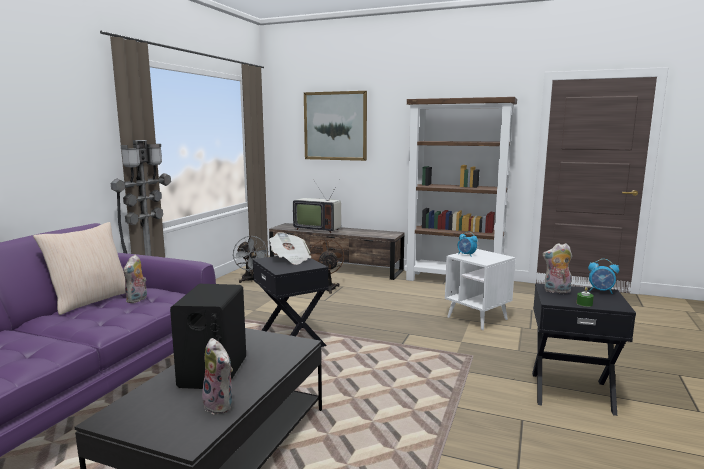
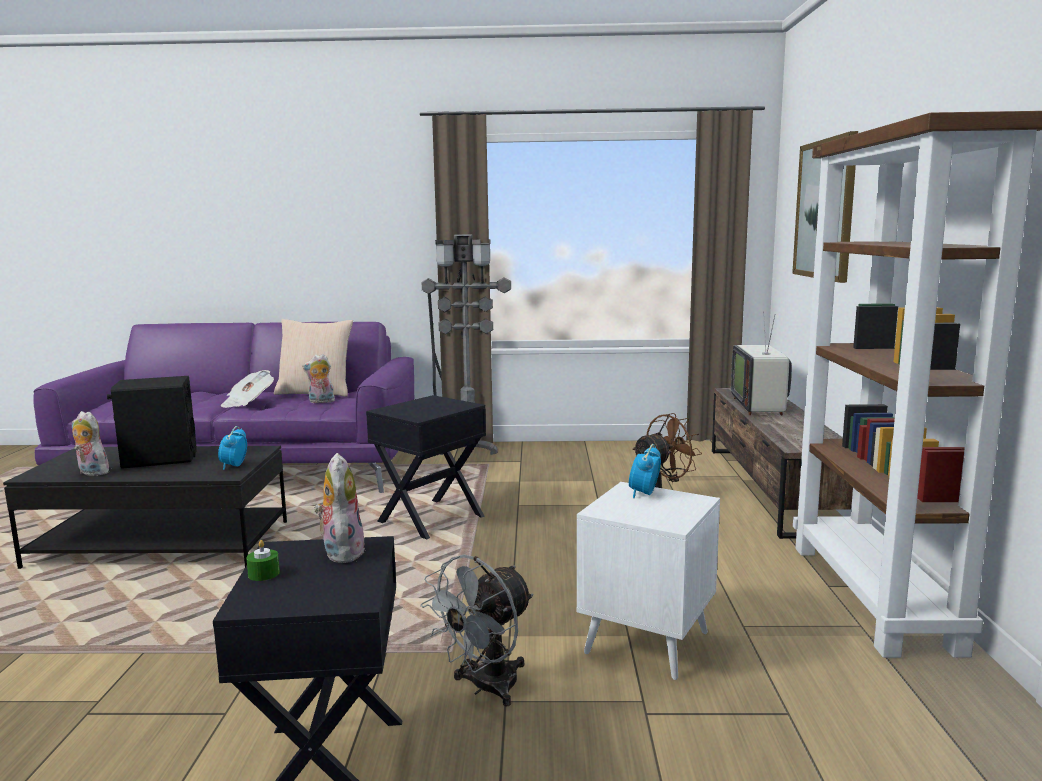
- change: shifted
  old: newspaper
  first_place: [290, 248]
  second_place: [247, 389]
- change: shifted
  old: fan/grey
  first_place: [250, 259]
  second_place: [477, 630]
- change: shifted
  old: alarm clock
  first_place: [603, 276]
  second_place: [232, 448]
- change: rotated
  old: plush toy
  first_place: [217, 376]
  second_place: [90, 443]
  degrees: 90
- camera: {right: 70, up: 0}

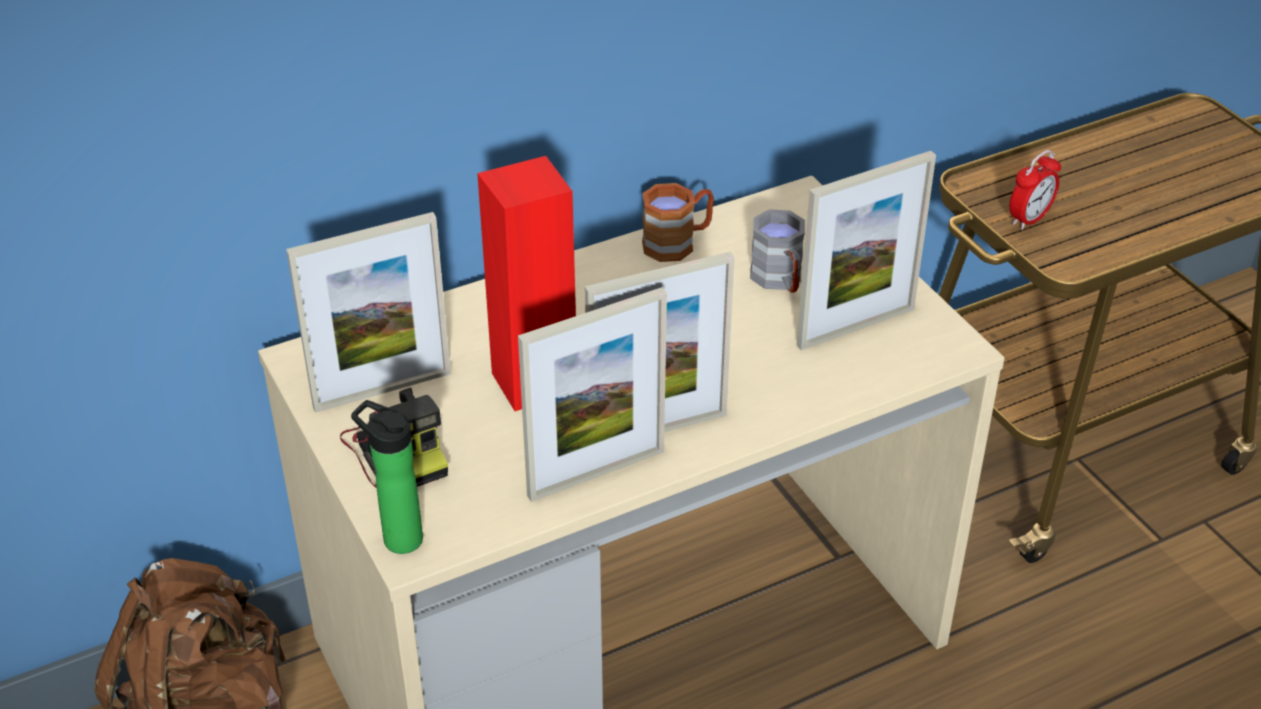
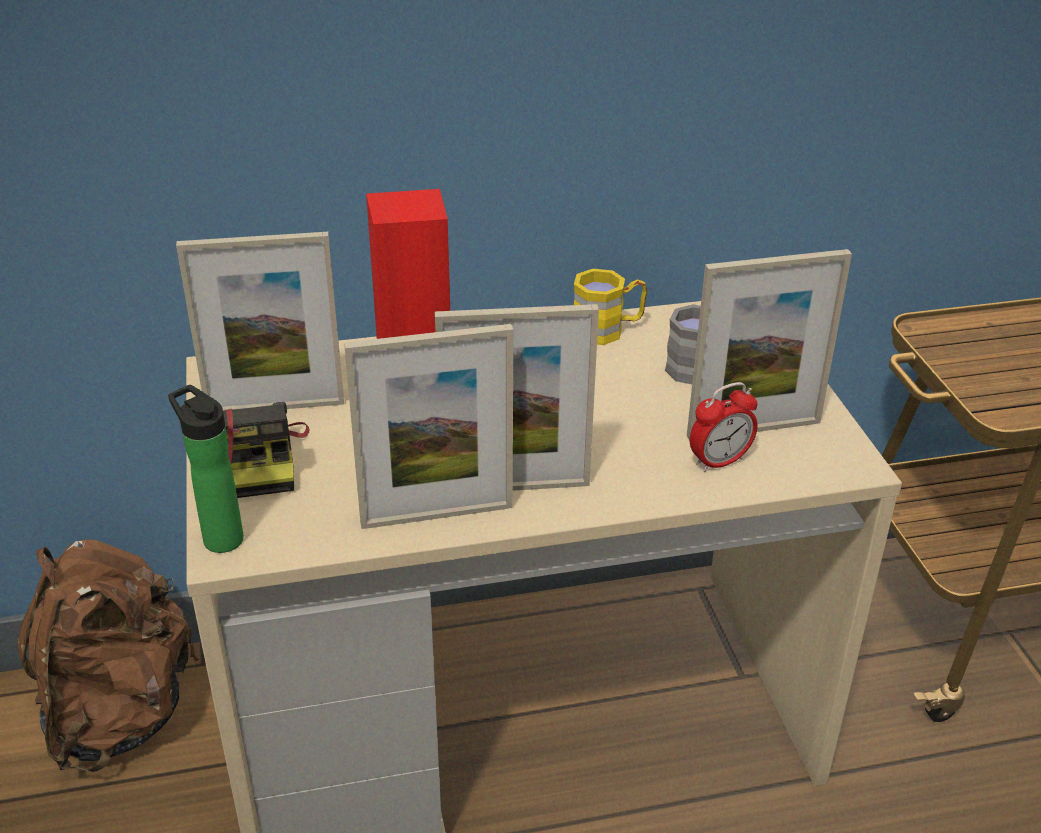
- change: shifted
  old: alarm clock
  first_place: [1035, 190]
  second_place: [724, 427]
- change: repainted
  old: mug/brown
  new: mug/yellow
  first_place: [678, 222]
  second_place: [610, 307]
- camera: {right: 15, up: -5}

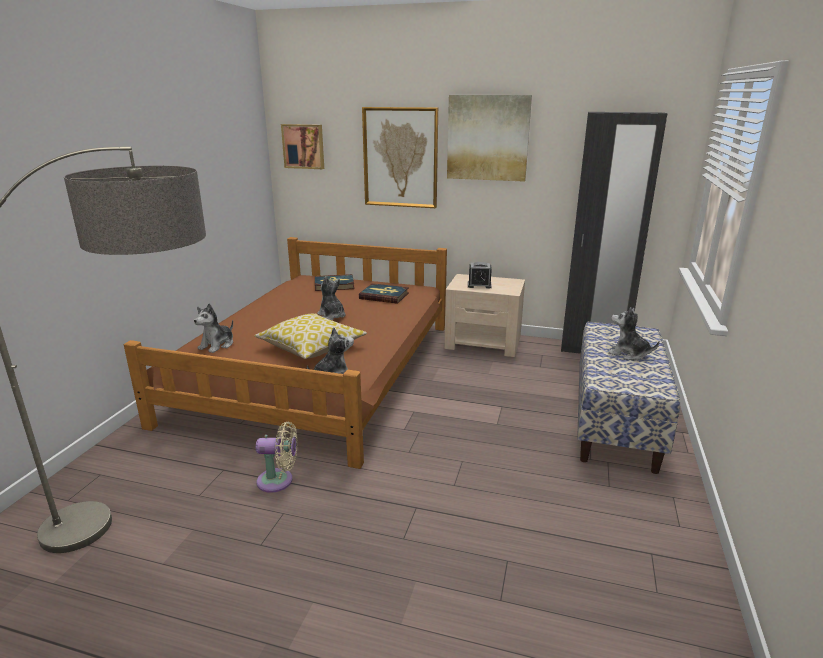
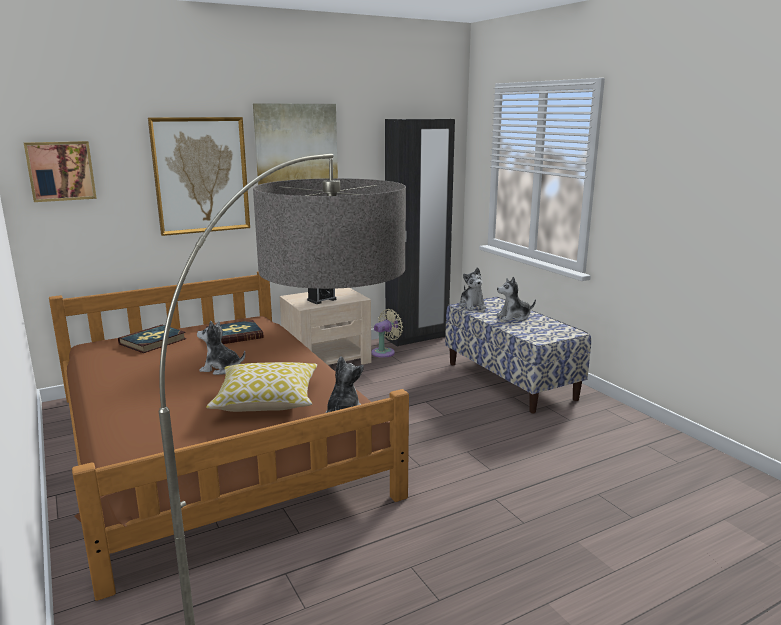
- change: shifted
  old: plush toy
  first_place: [213, 328]
  second_place: [472, 288]
- change: shifted
  old: fan/beige
  first_place: [276, 457]
  second_place: [387, 333]
- camera: {right: -45, up: -5}

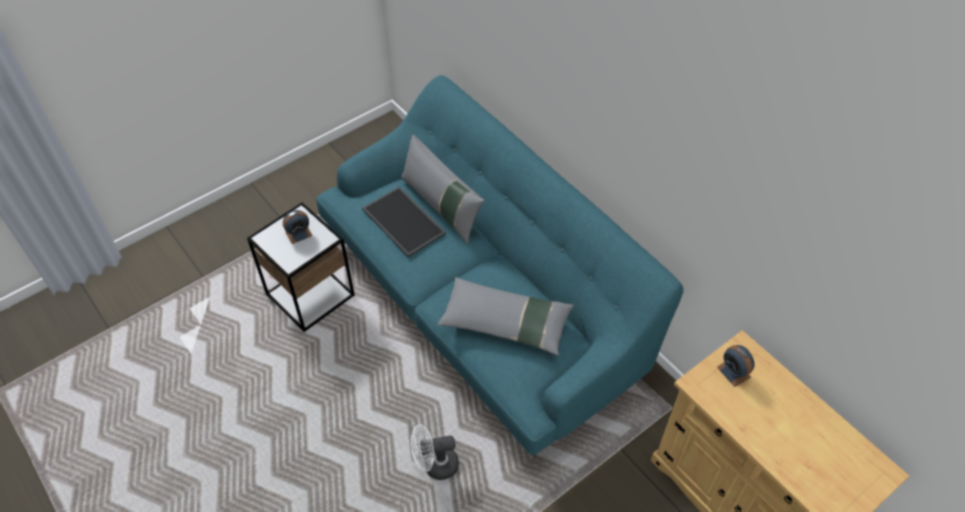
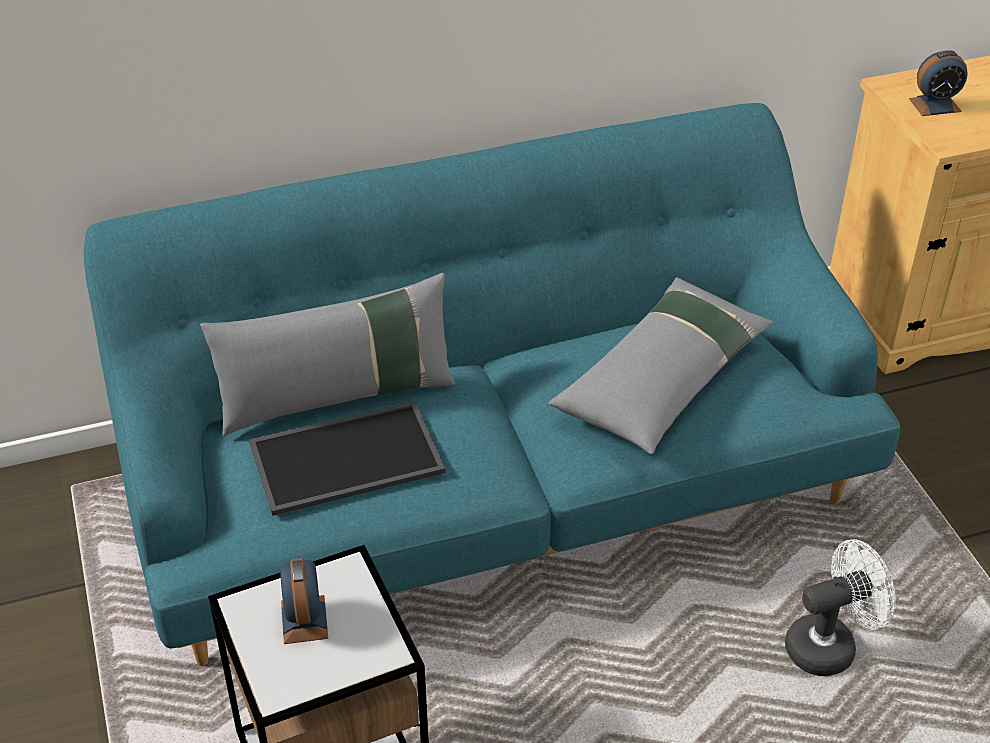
- change: rotated
  old: fan/white
  first_place: [435, 452]
  second_place: [840, 607]
  degrees: -120
- camera: {right: -70, up: -10}

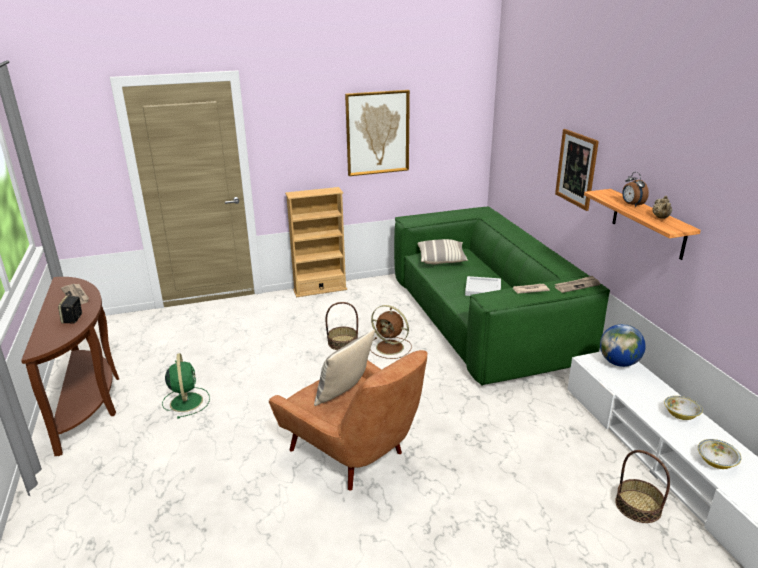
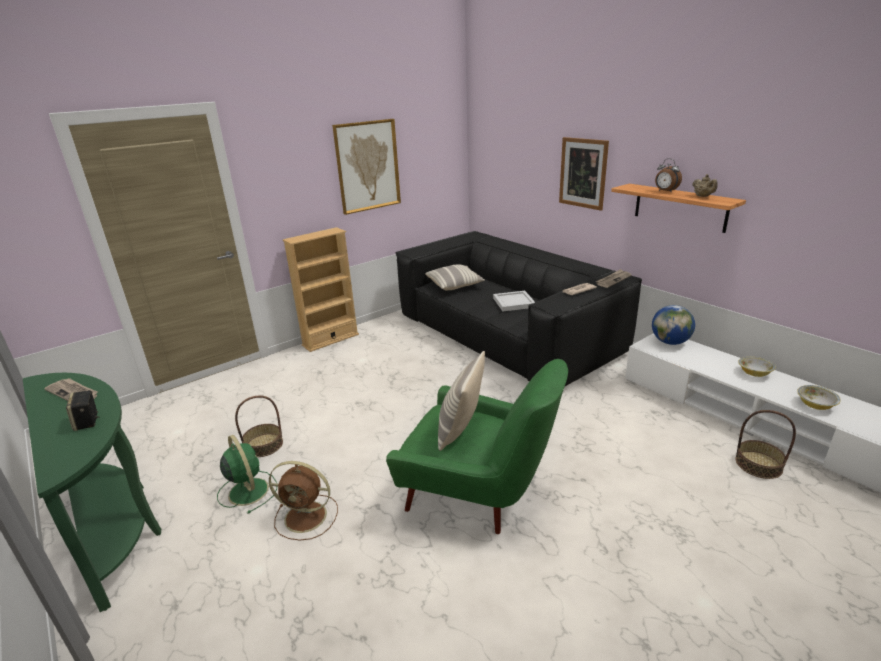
- change: repainted
  old: sofa/green
  new: sofa/black
  first_place: [502, 296]
  second_place: [519, 308]
- change: repainted
  old: console table/brown
  new: console table/green
  first_place: [70, 366]
  second_place: [92, 492]
- change: shifted
  old: basket
  first_place: [341, 326]
  second_place: [259, 426]
- change: shifted
  old: fan/brown
  first_place: [391, 332]
  second_place: [303, 501]
- change: repainted
  old: armchair/brown
  new: armchair/green
  first_place: [348, 420]
  second_place: [477, 446]
- camera: {right: -20, up: 0}

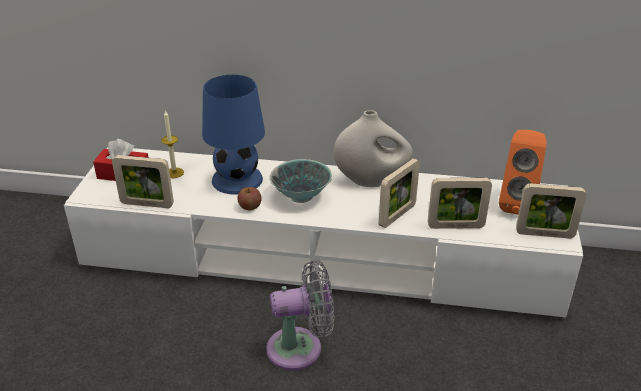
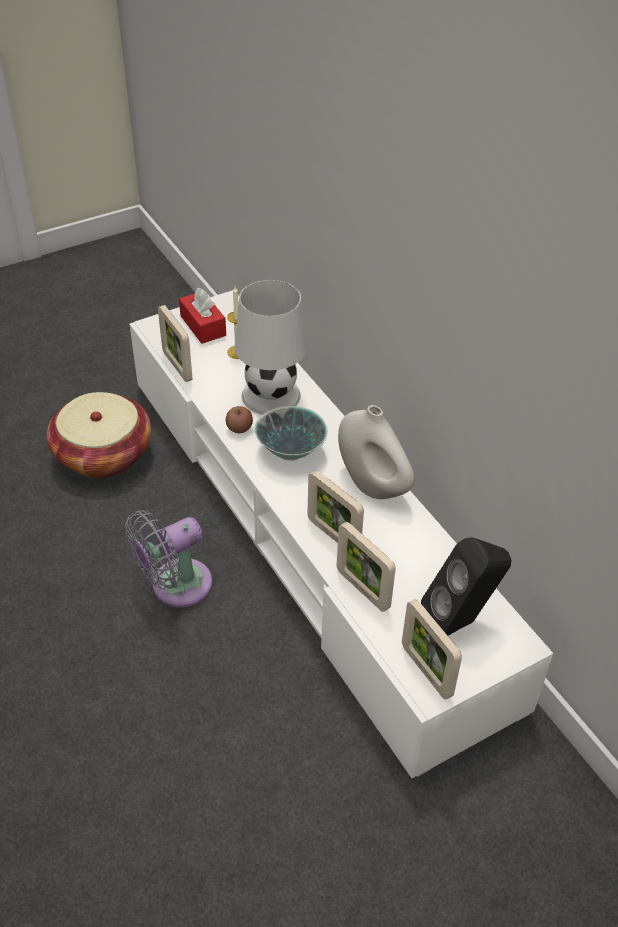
- change: repainted
  old: table lamp/blue
  new: table lamp/white
  first_place: [233, 135]
  second_place: [270, 347]
- change: repainted
  old: speaker/orange
  new: speaker/black
  first_place: [523, 172]
  second_place: [466, 586]
- change: rotated
  old: picture frame
  first_place: [399, 193]
  second_place: [335, 506]
  degrees: 45
- change: rotated
  old: fan/grey
  first_place: [300, 316]
  second_place: [168, 558]
  degrees: 105
- change: new
  new: basket
  second_place: [99, 435]
- camera: {right: 50, up: 10}

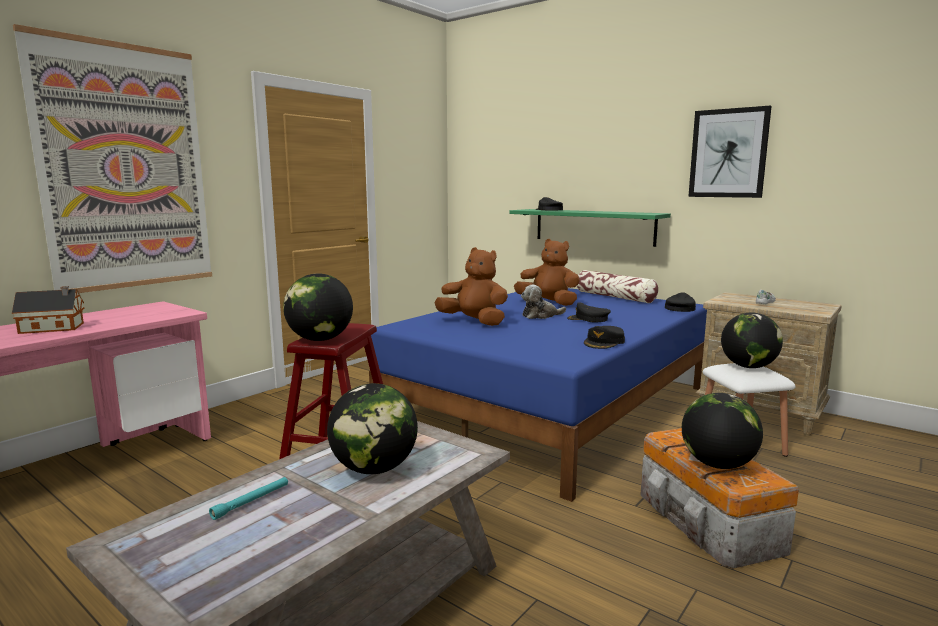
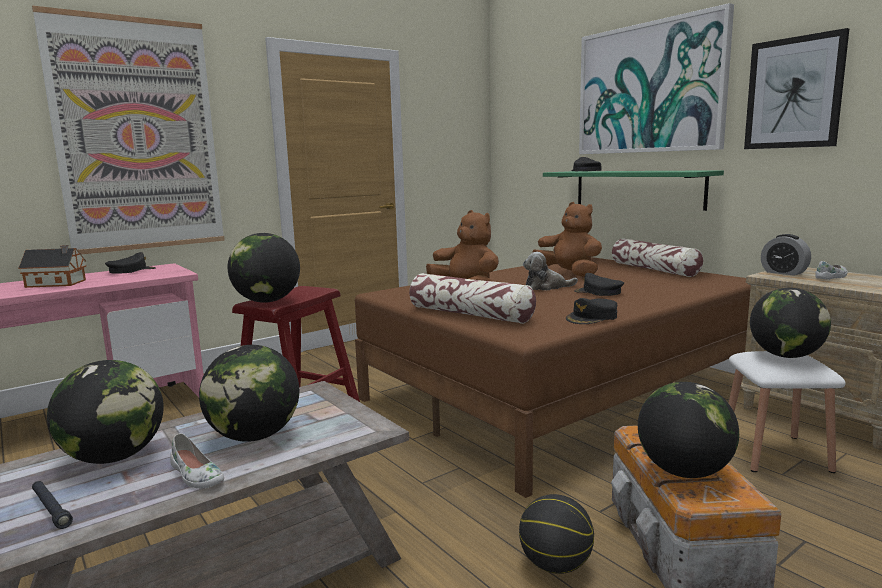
- change: repainted
  old: bed/blue
  new: bed/brown
  first_place: [538, 395]
  second_place: [553, 377]
- change: shifted
  old: cap/black
  first_place: [680, 302]
  second_place: [130, 263]
- change: swapped
  old: flashlight/turquoise
  new: globe
  first_place: [248, 498]
  second_place: [105, 412]
- change: new
  new: picture
  second_place: [656, 78]
- change: new
  new: alarm clock
  second_place: [786, 255]
- change: new
  new: pillow
  second_place: [472, 298]
- change: new
  new: shoe/white
  second_place: [197, 460]
- change: new
  new: flashlight/black
  second_place: [52, 505]
- change: new
  new: basketball
  second_place: [556, 534]
- camera: {right: 15, up: 0}

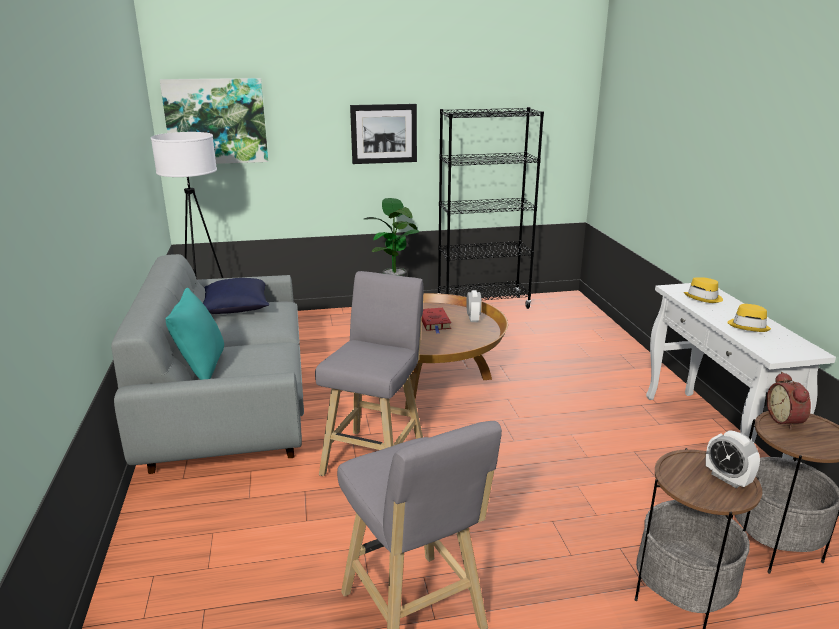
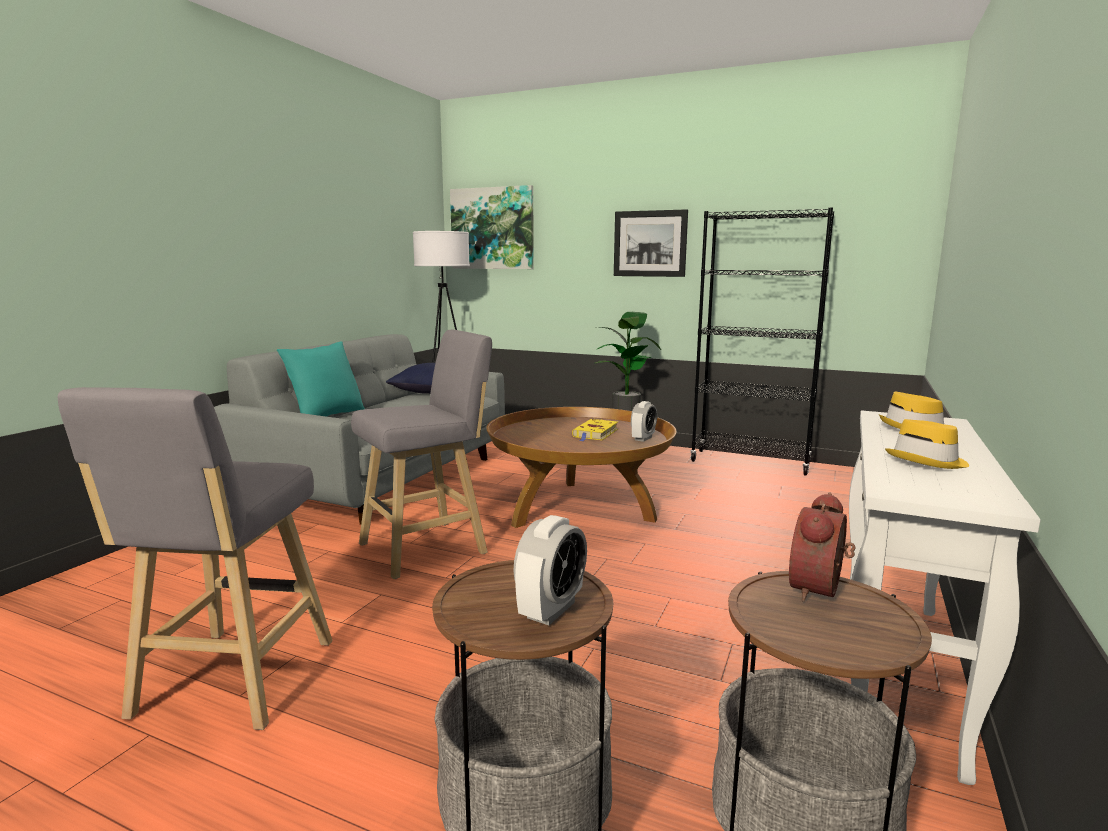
- change: repainted
  old: book/red
  new: book/yellow
  first_place: [436, 321]
  second_place: [595, 430]
- change: rotated
  old: alarm clock
  first_place: [733, 459]
  second_place: [550, 570]
  degrees: -150
- camera: {right: 35, up: -10}

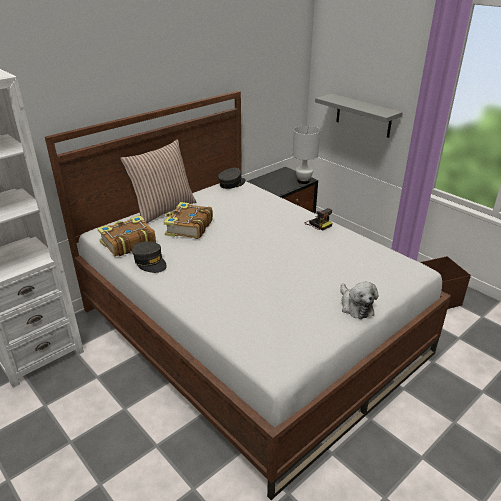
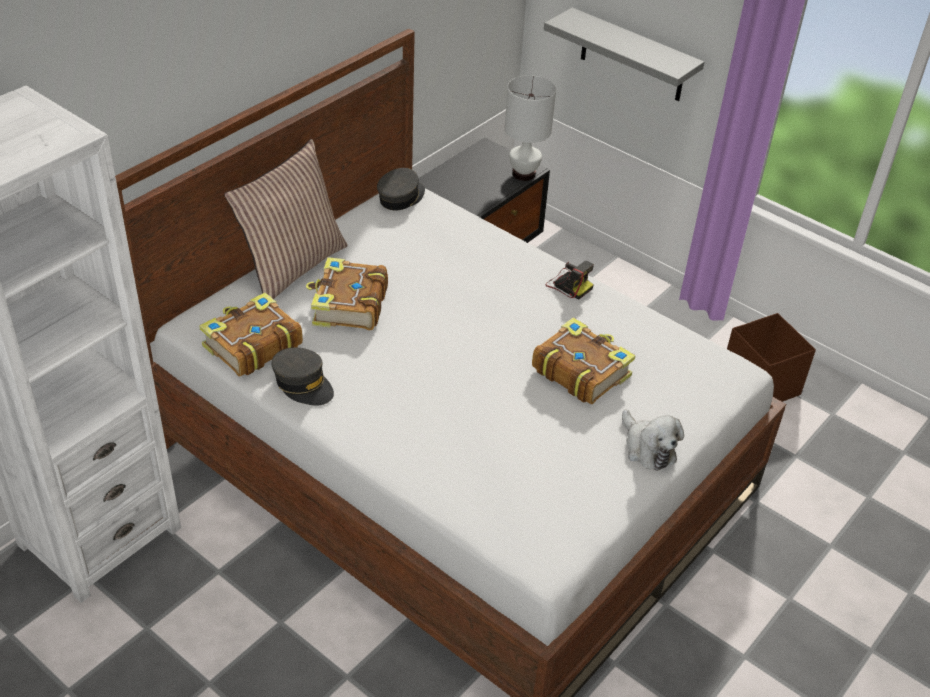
- change: new
  new: book
  second_place: [584, 360]
- camera: {right: -10, up: 10}

